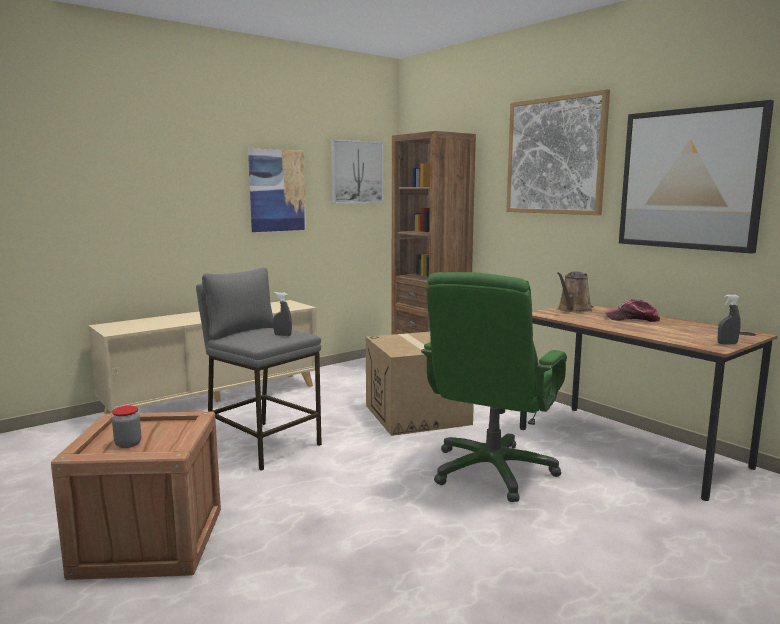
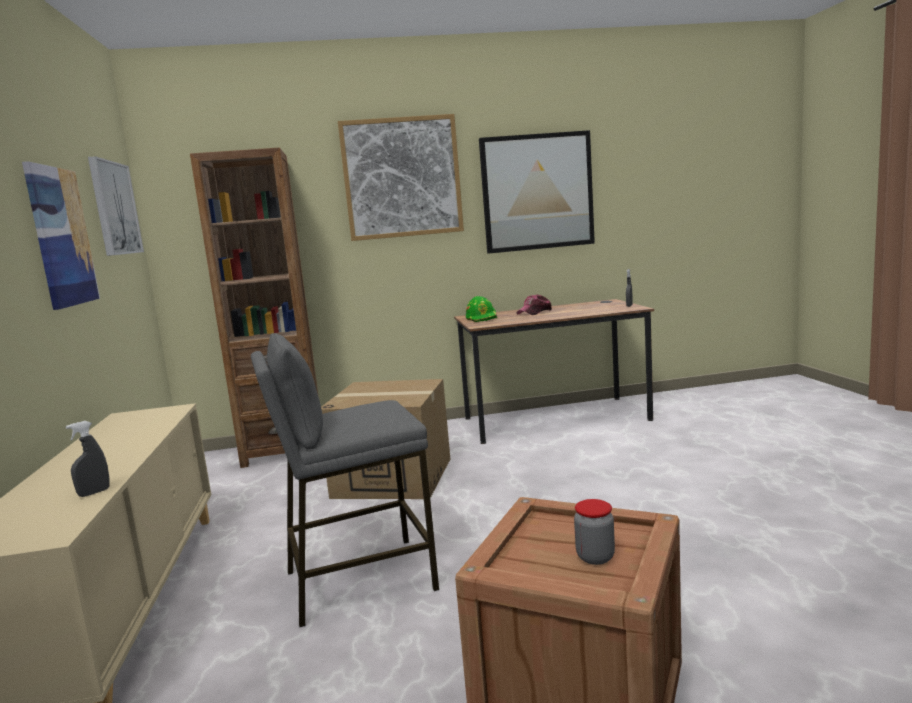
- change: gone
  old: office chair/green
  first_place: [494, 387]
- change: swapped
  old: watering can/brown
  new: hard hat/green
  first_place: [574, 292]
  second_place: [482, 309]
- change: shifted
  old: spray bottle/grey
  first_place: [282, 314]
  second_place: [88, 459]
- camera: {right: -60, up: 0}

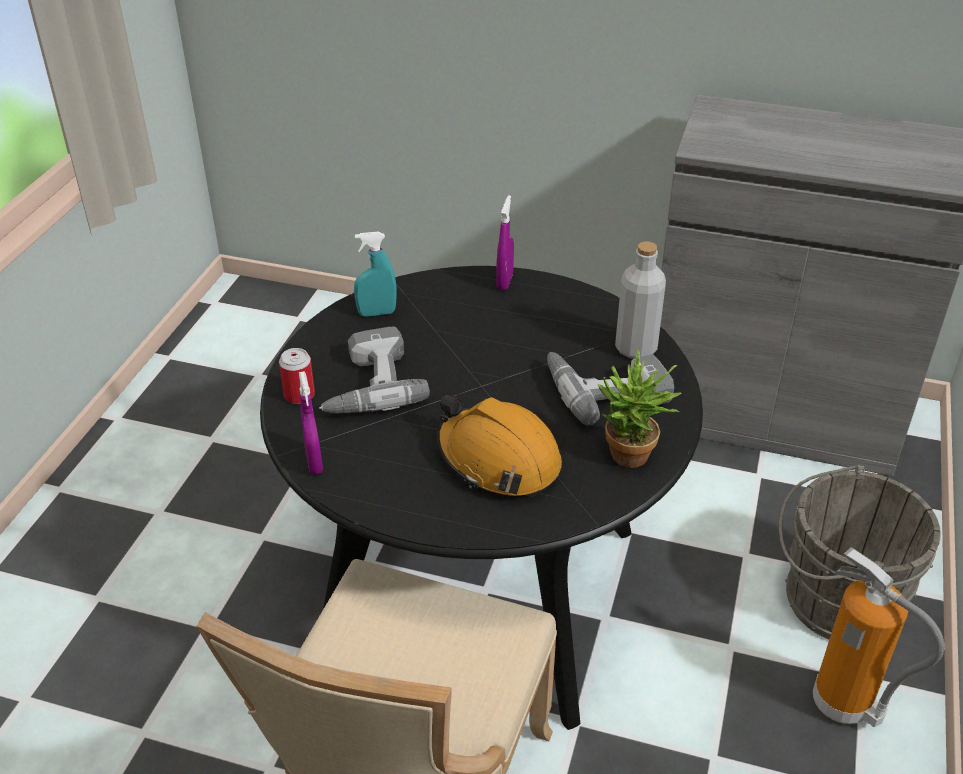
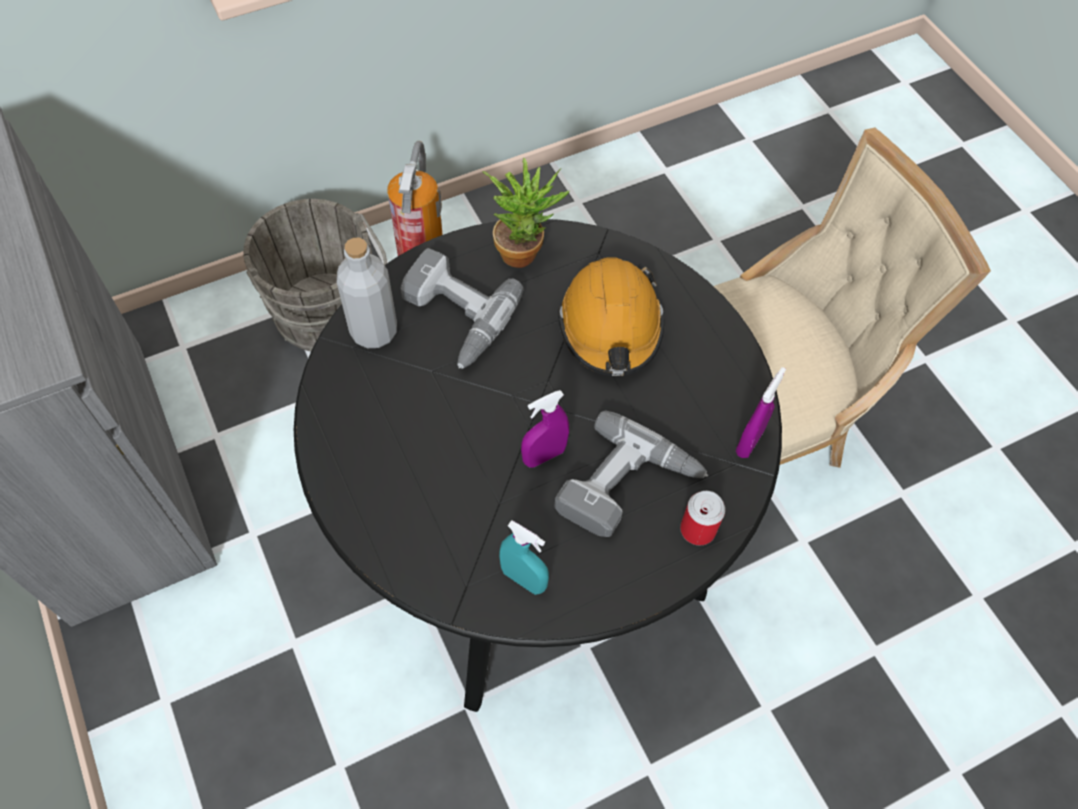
- change: shifted
  old: spray bottle/purple
  first_place: [505, 242]
  second_place: [545, 429]
- camera: {right: -135, up: 20}

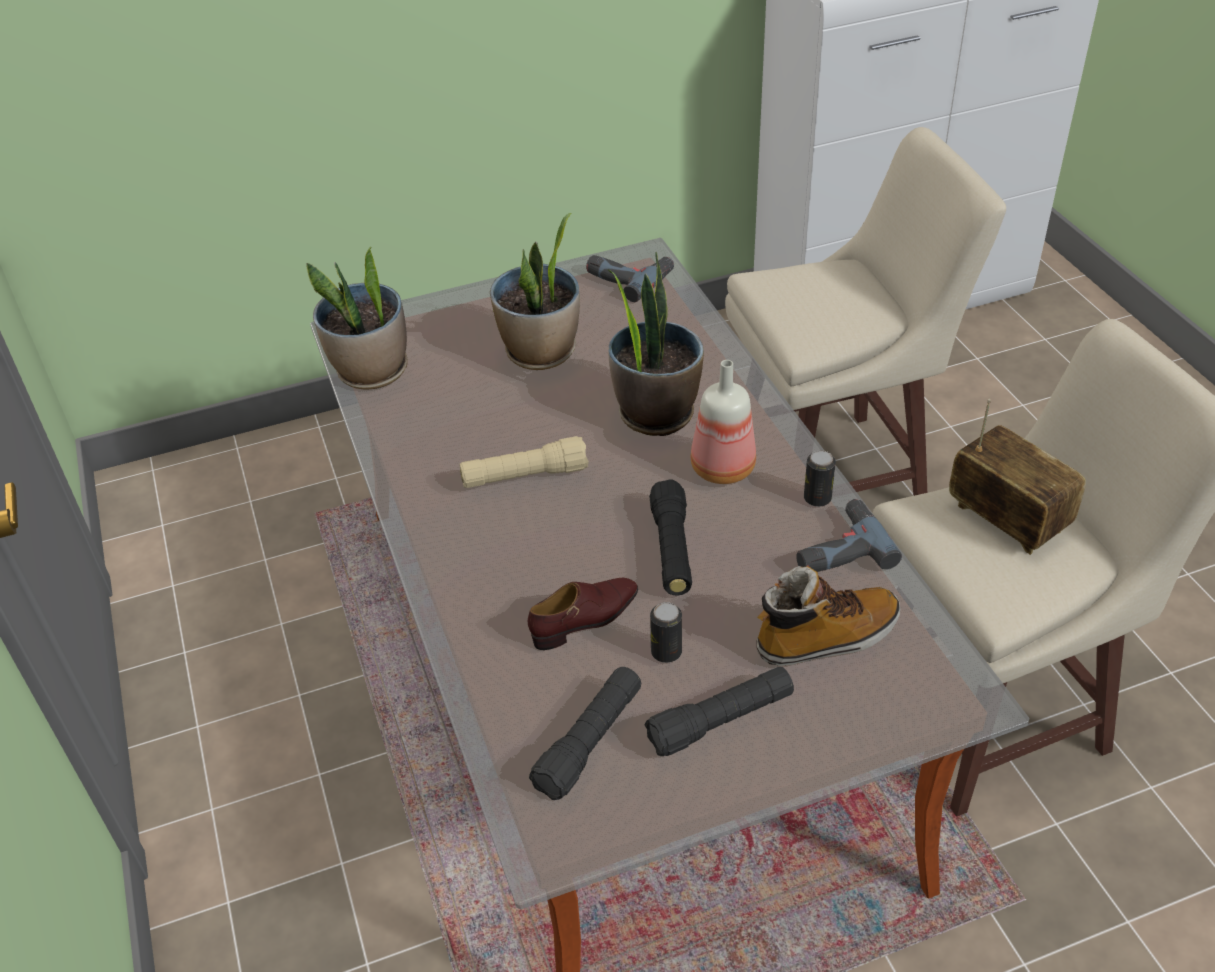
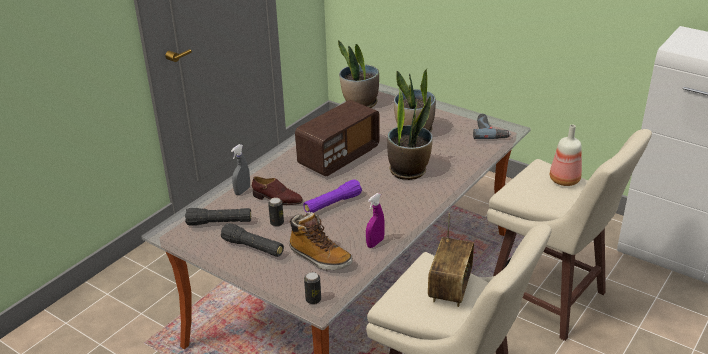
- change: shifted
  old: bottle
  first_place: [723, 422]
  second_place: [566, 155]
- change: swapped
  old: flashlight/beige
  new: radio
  first_place: [524, 462]
  second_place: [337, 138]
- change: shifted
  old: can
  first_place: [820, 478]
  second_place: [312, 288]
- change: repainted
  old: flashlight/black
  new: flashlight/purple
  first_place: [670, 538]
  second_place: [332, 196]
- change: swapped
  old: power drill
  new: spray bottle/purple
  first_place: [849, 535]
  second_place: [375, 220]
- change: new
  new: spray bottle/grey
  second_place: [240, 169]
- camera: {right: 55, up: -10}

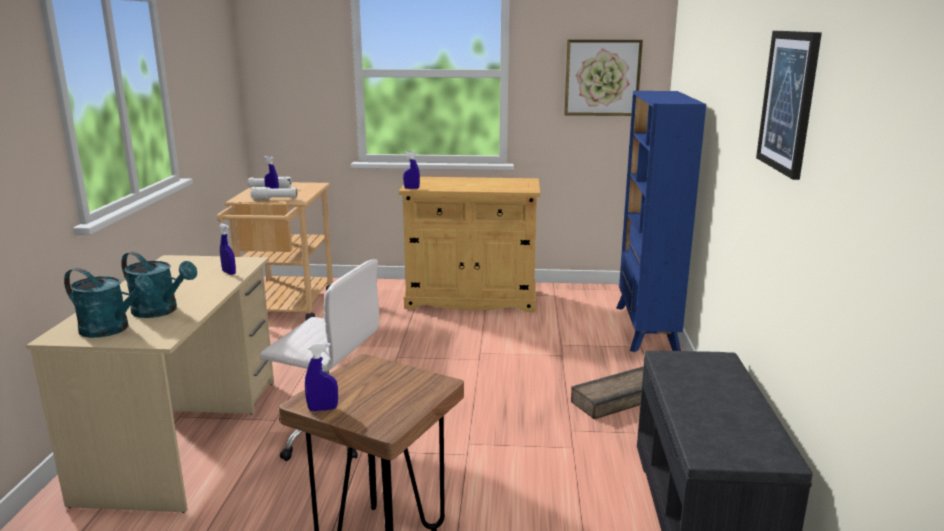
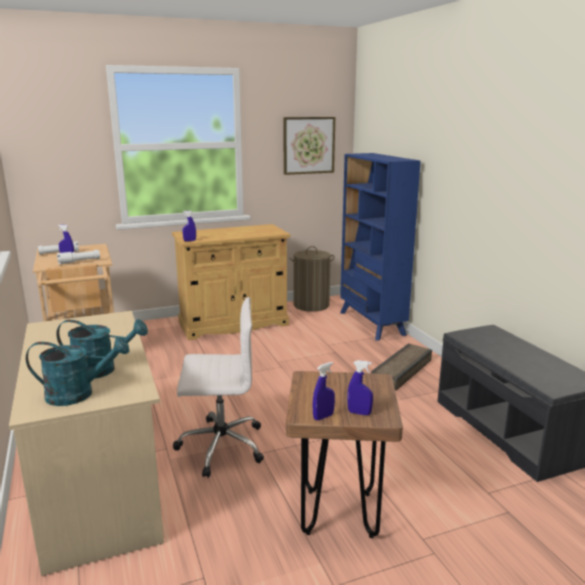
- change: gone
  old: picture
  first_place: [789, 105]
- change: shifted
  old: spray bottle/blue
  first_place: [227, 249]
  second_place: [360, 387]
- change: new
  new: laundry basket
  second_place: [312, 279]
- camera: {right: -25, up: 0}

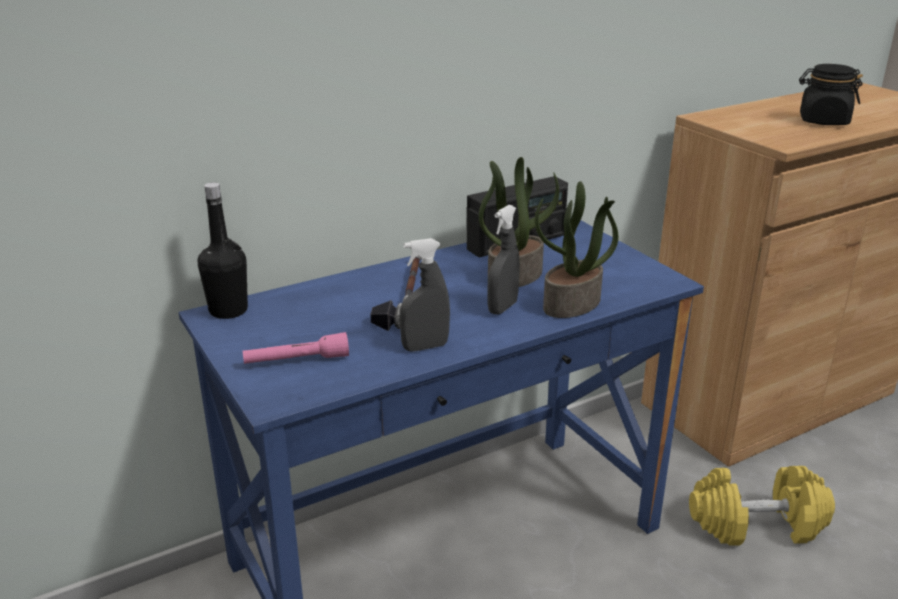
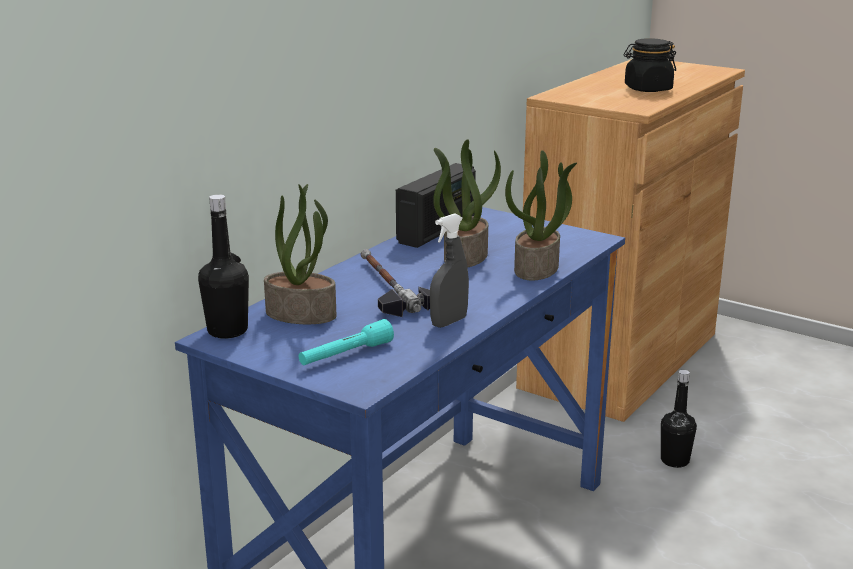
- change: gone
  old: spray bottle/grey
  first_place: [503, 260]
- change: repainted
  old: flashlight/pink
  new: flashlight/turquoise
  first_place: [296, 348]
  second_place: [346, 342]
- change: swapped
  old: dumbbell/yellow
  new: bottle/black
  first_place: [762, 505]
  second_place: [679, 419]
- change: new
  new: potted plant
  second_place: [300, 254]
- camera: {right: -25, up: -5}

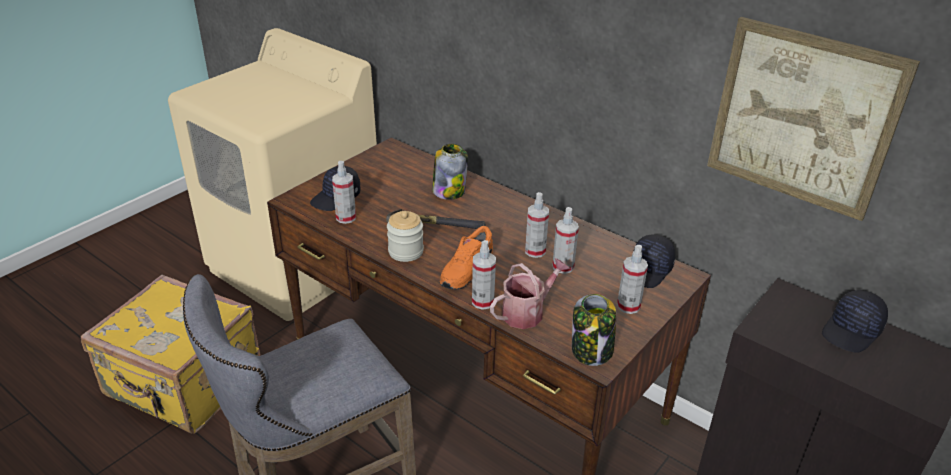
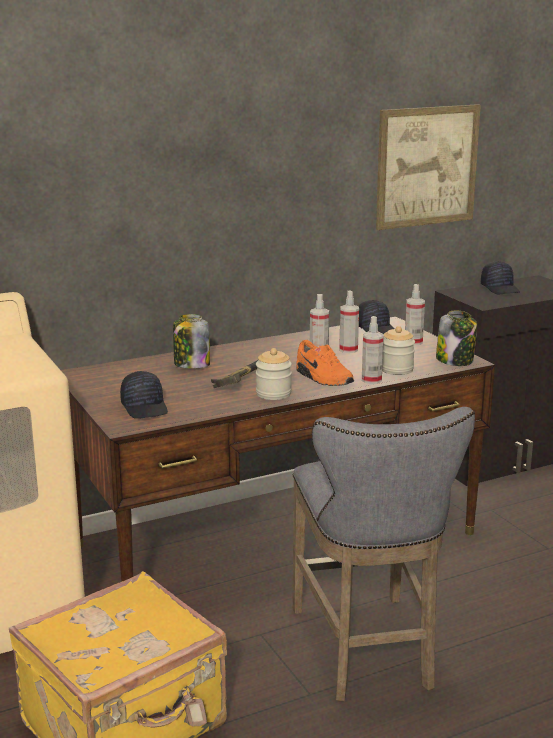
- change: gone
  old: spray bottle
  first_place: [344, 192]
- change: swapped
  old: watering can
  new: jar
  first_place: [530, 293]
  second_place: [398, 350]
- camera: {right: -65, up: -15}

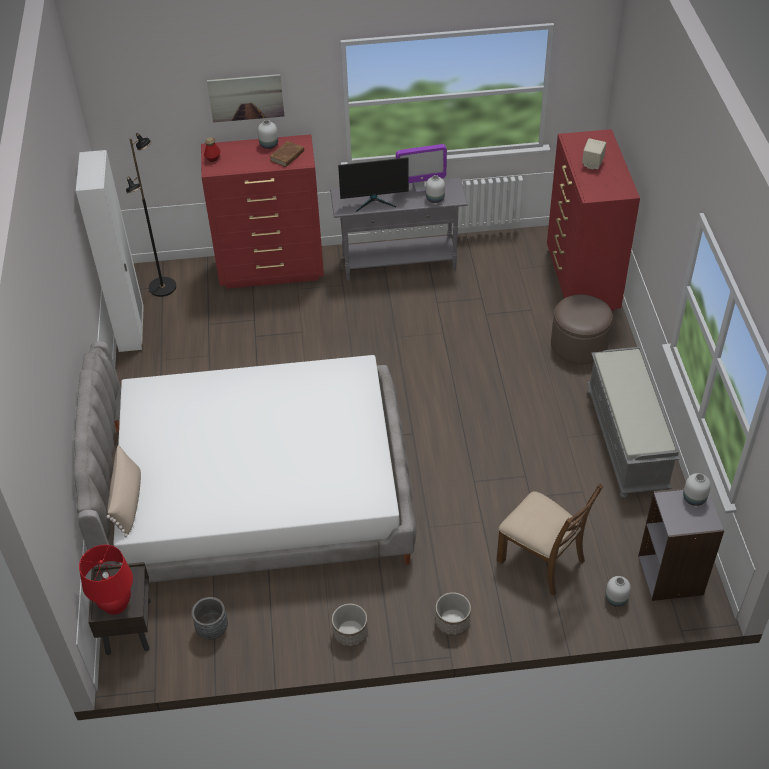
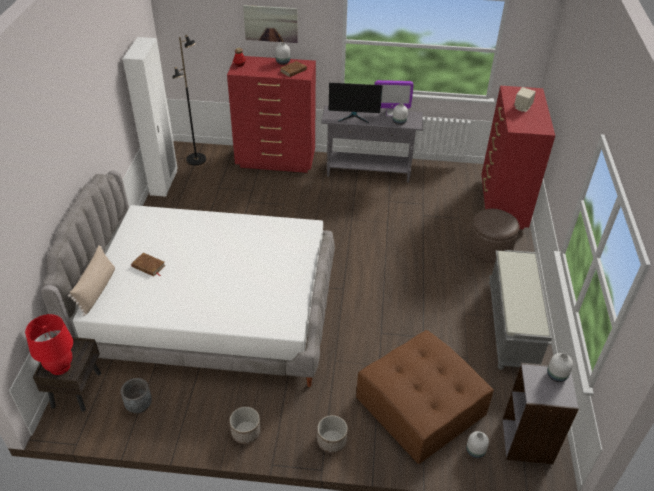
- change: swapped
  old: chair/brown
  new: ottoman/brown
  first_place: [550, 540]
  second_place: [425, 397]
- change: new
  new: book/brown
  second_place: [148, 264]
- camera: {right: 10, up: -5}

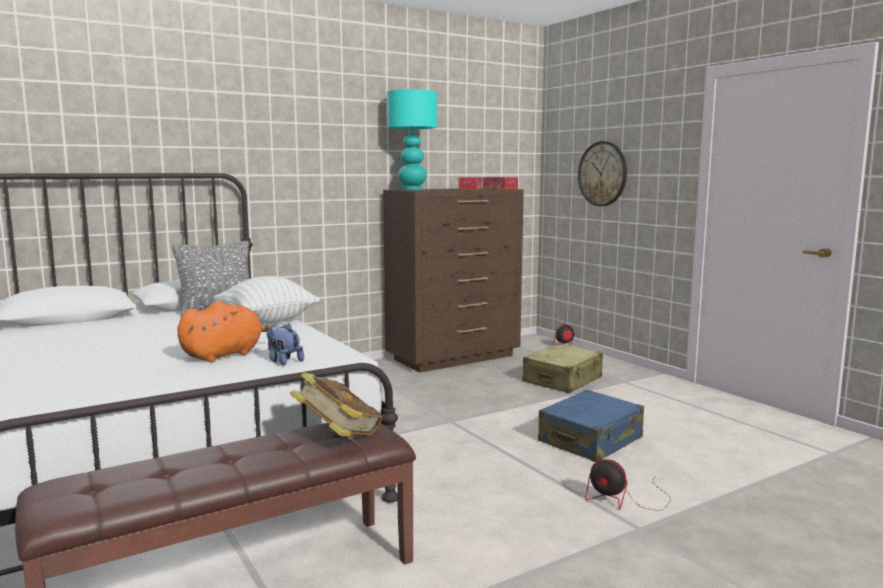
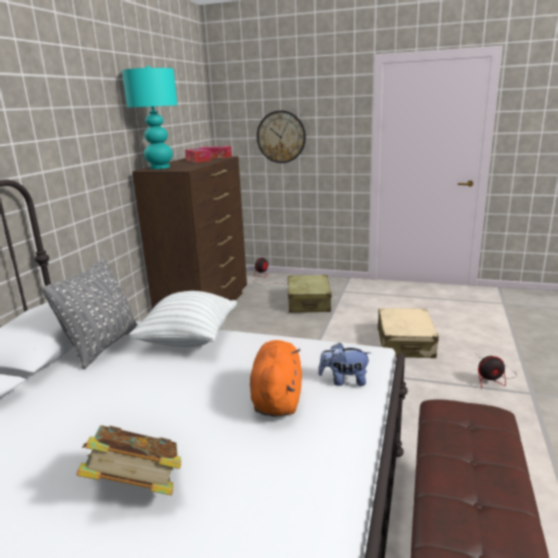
- change: shifted
  old: book
  first_place: [336, 404]
  second_place: [128, 460]
- change: repainted
  old: suitcase/blue
  new: suitcase/beige
  first_place: [591, 426]
  second_place: [408, 333]
- camera: {right: -40, up: 10}

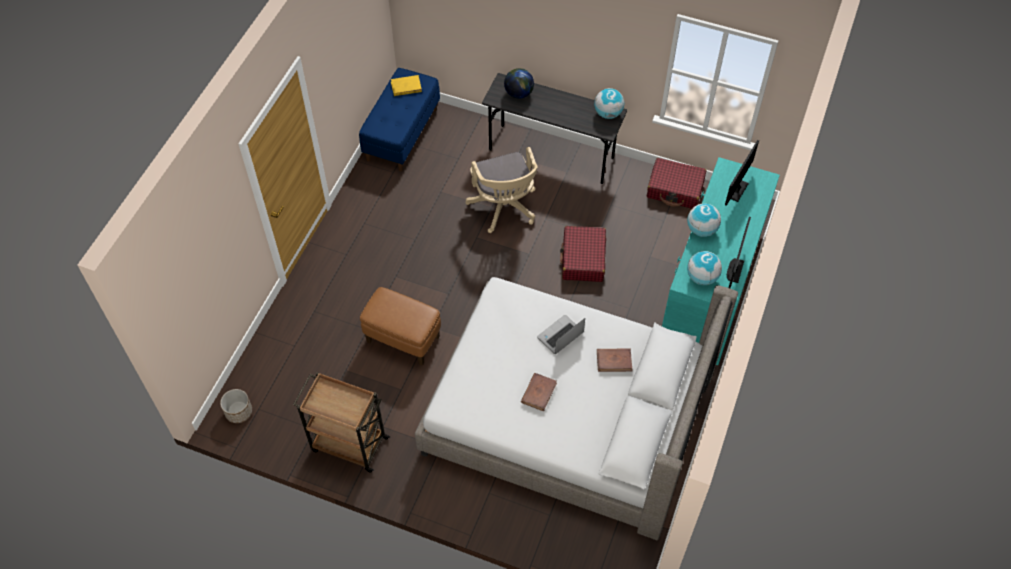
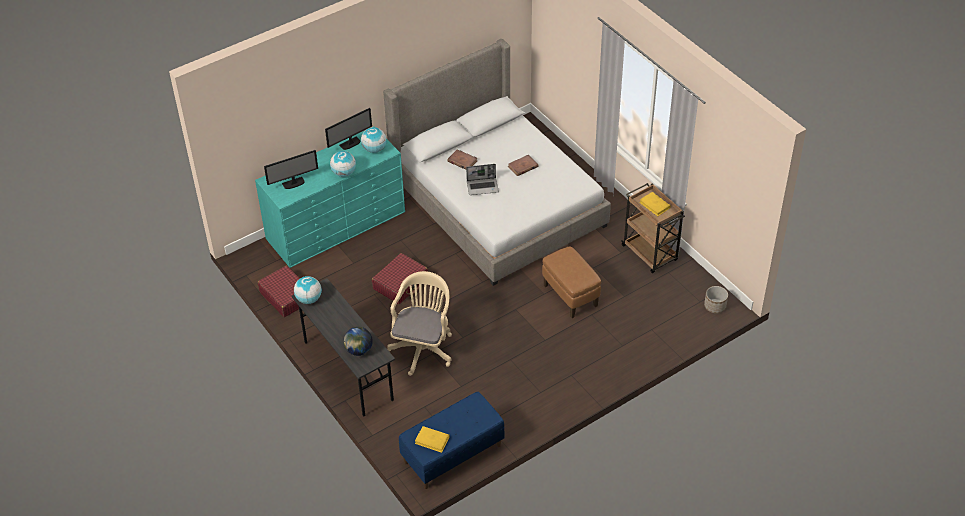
- change: new
  new: book/yellow
  second_place: [655, 204]
- camera: {right: -145, up: -10}

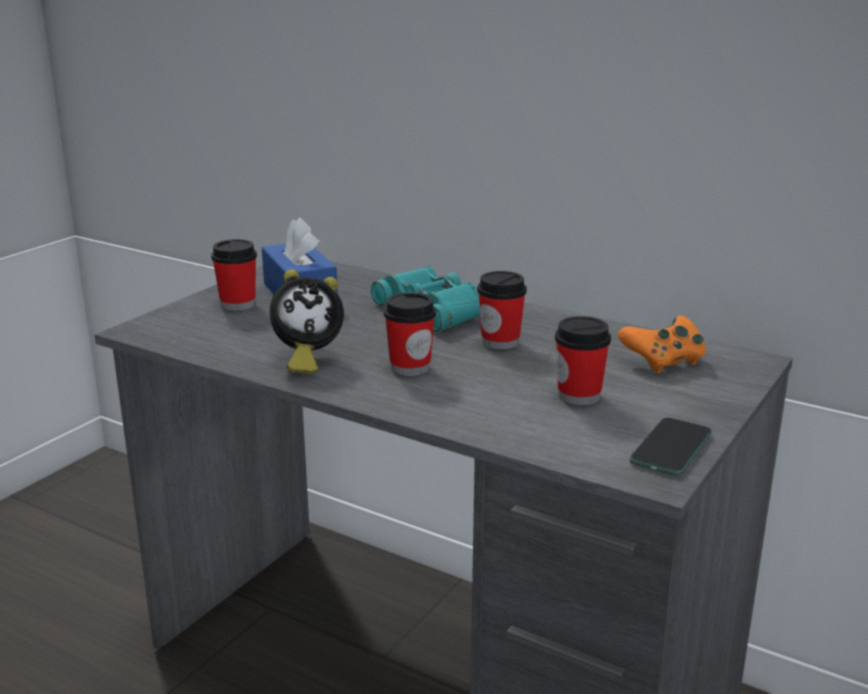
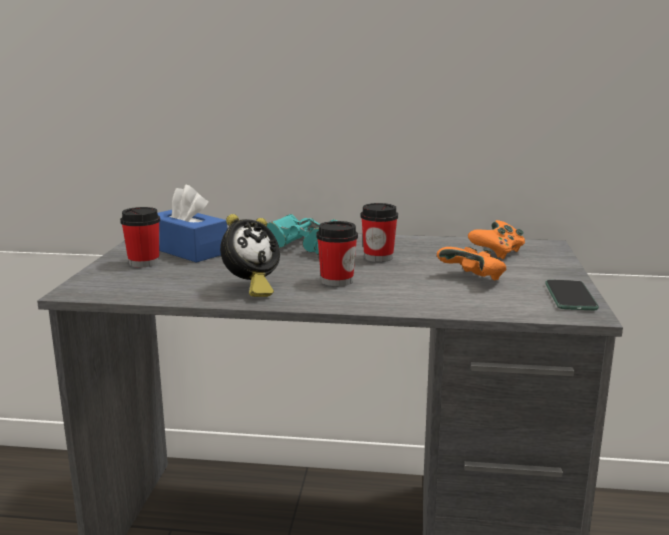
- change: swapped
  old: cup
  new: game controller/orange
  first_place: [583, 360]
  second_place: [471, 263]
- camera: {right: -25, up: -5}

